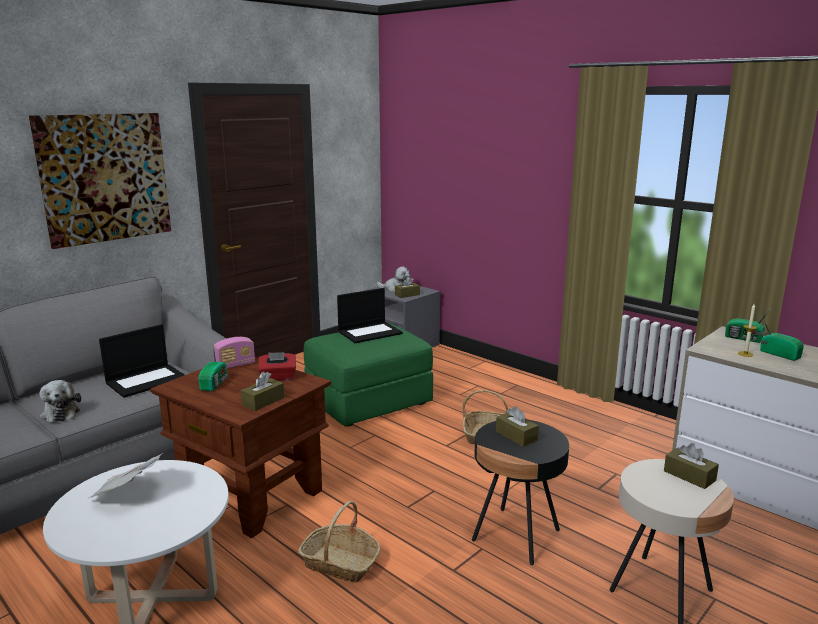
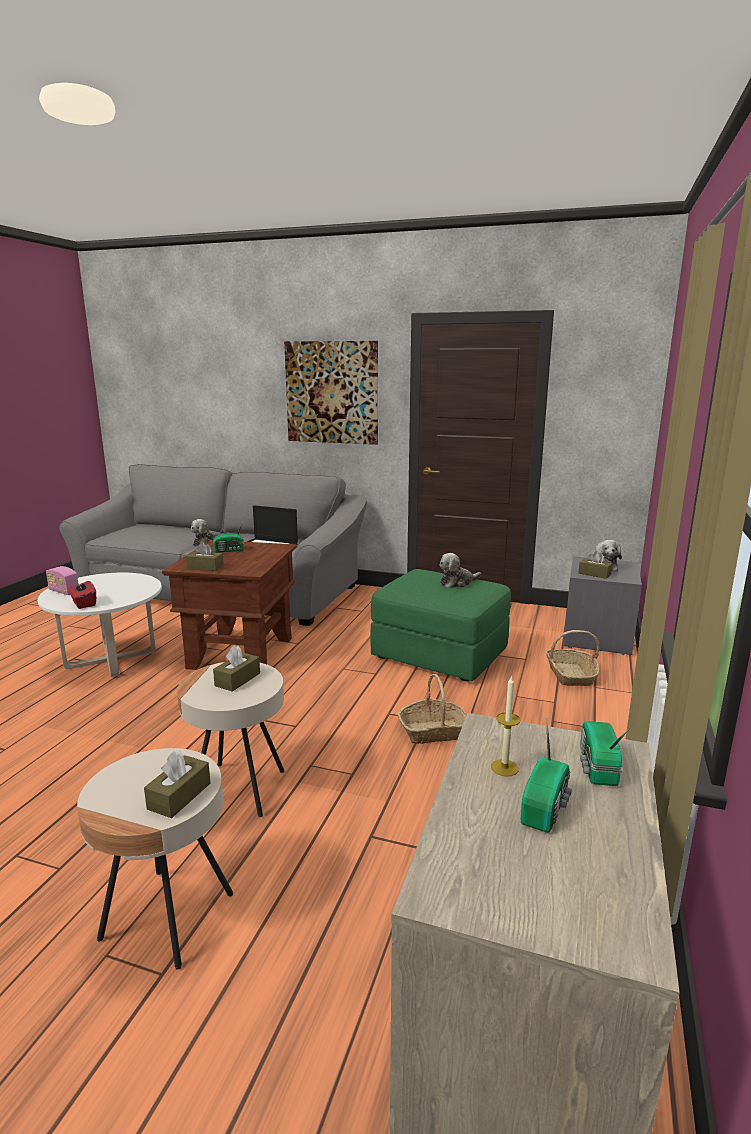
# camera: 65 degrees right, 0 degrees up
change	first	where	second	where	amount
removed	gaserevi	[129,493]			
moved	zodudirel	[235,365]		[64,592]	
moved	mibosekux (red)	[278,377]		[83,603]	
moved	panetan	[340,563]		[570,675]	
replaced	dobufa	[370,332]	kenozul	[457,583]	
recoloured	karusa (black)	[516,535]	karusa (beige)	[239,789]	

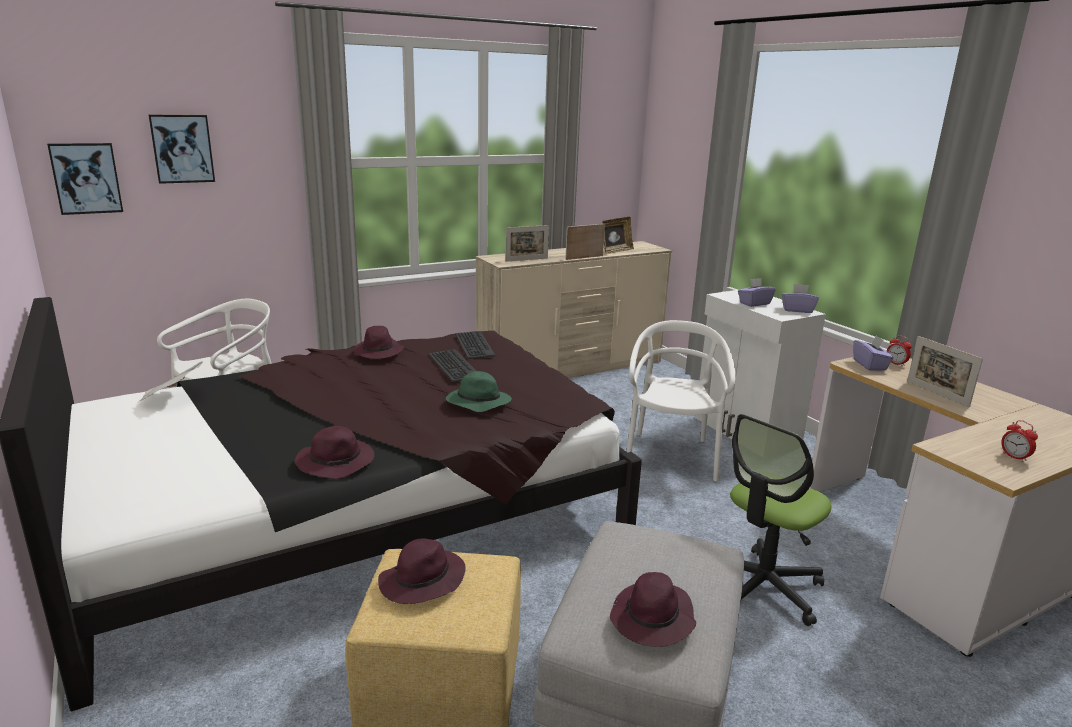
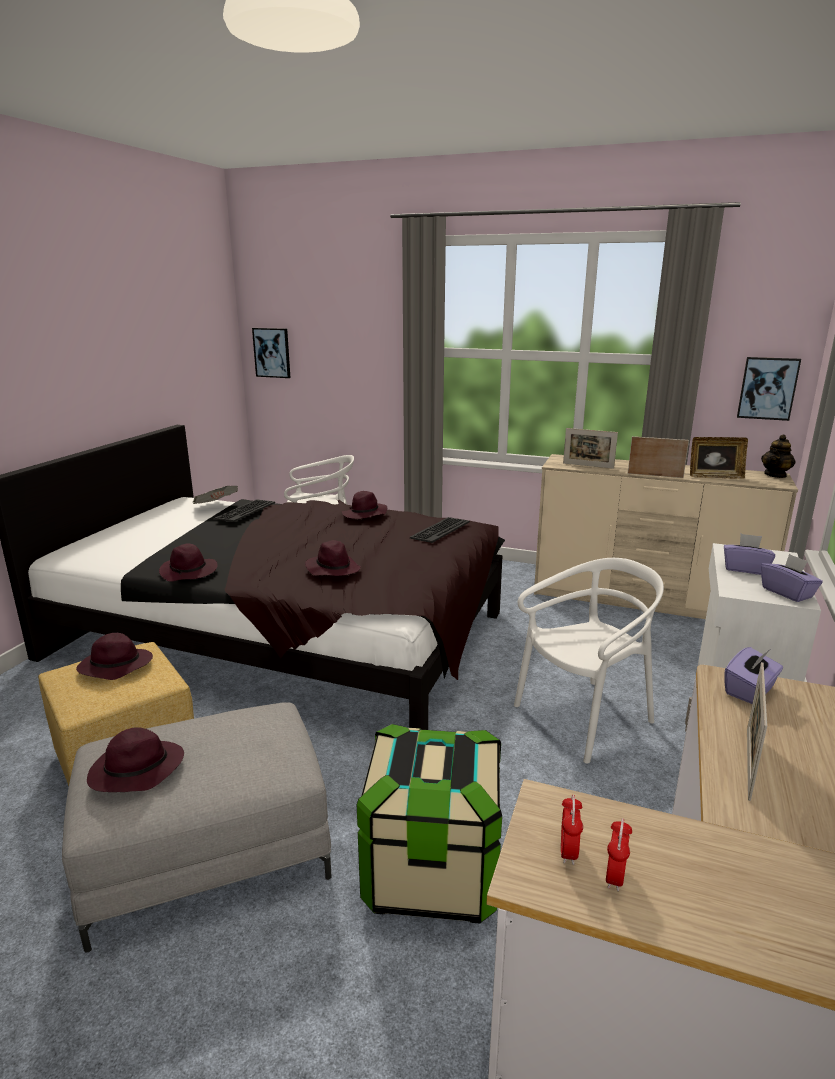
# camera: 50 degrees right, 0 degrees up
change	first	where	second	where	amount
added			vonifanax	[775,475]	
moved	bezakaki	[182,148]		[767,388]	
moved	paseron	[453,366]		[245,511]	
moved	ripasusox	[896,363]		[568,852]	
replaced	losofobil	[762,586]	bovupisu	[432,870]	
recoloured	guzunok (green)	[477,403]	guzunok (purple)	[332,569]	

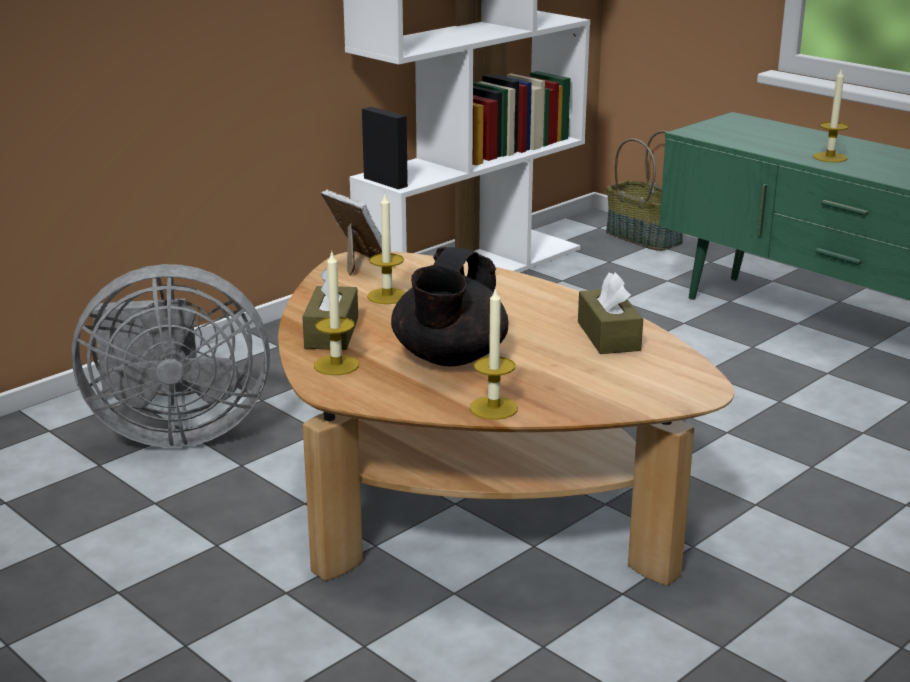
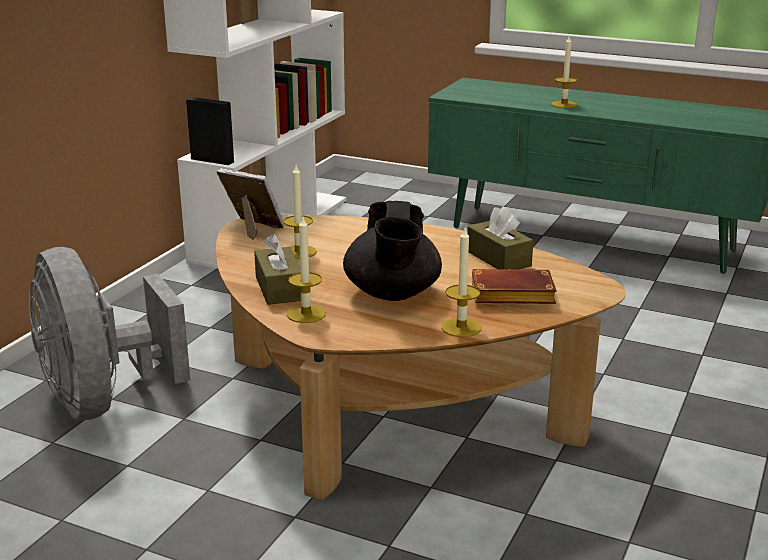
# camera: 20 degrees left, 0 degrees up
change	first	where	second	where	amount
removed	panetan	[642,237]			
added			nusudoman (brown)	[510,295]	
turned	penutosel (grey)	[174,431]		[103,400]	90 degrees clockwise

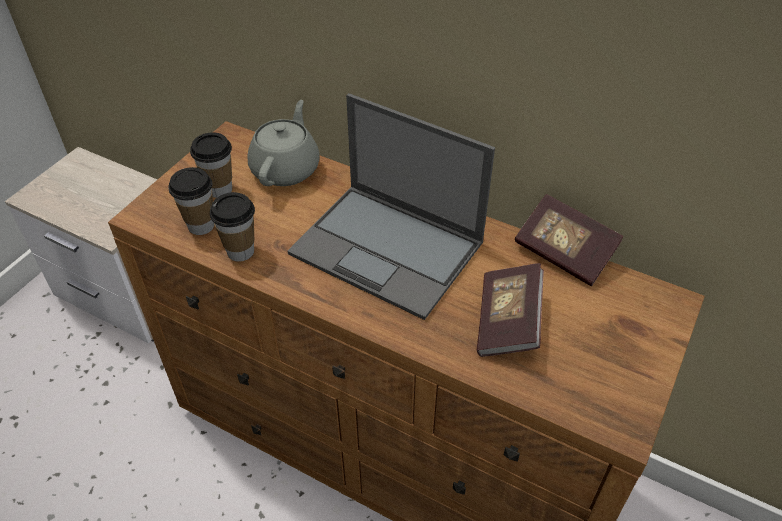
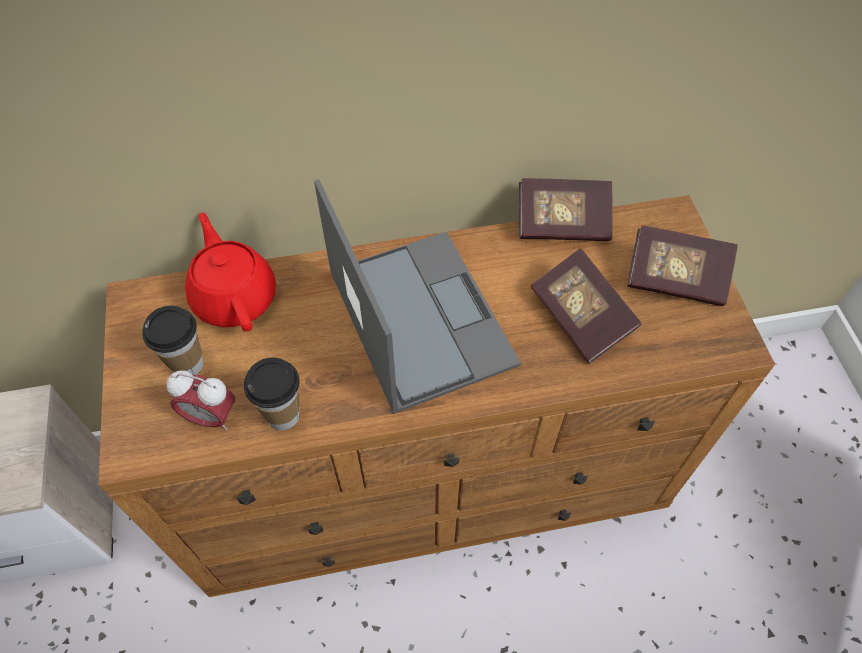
# camera: 40 degrees left, 10 degrees up
change	first	where	second	where	amount
added			nusudoman	[675,279]	
replaced	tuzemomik	[201,225]	ripasusox	[211,417]	
recoloured	vonifanax (grey)	[286,169]	vonifanax (red)	[235,297]	
turned	dobufa	[389,249]		[419,316]	105 degrees counterclockwise

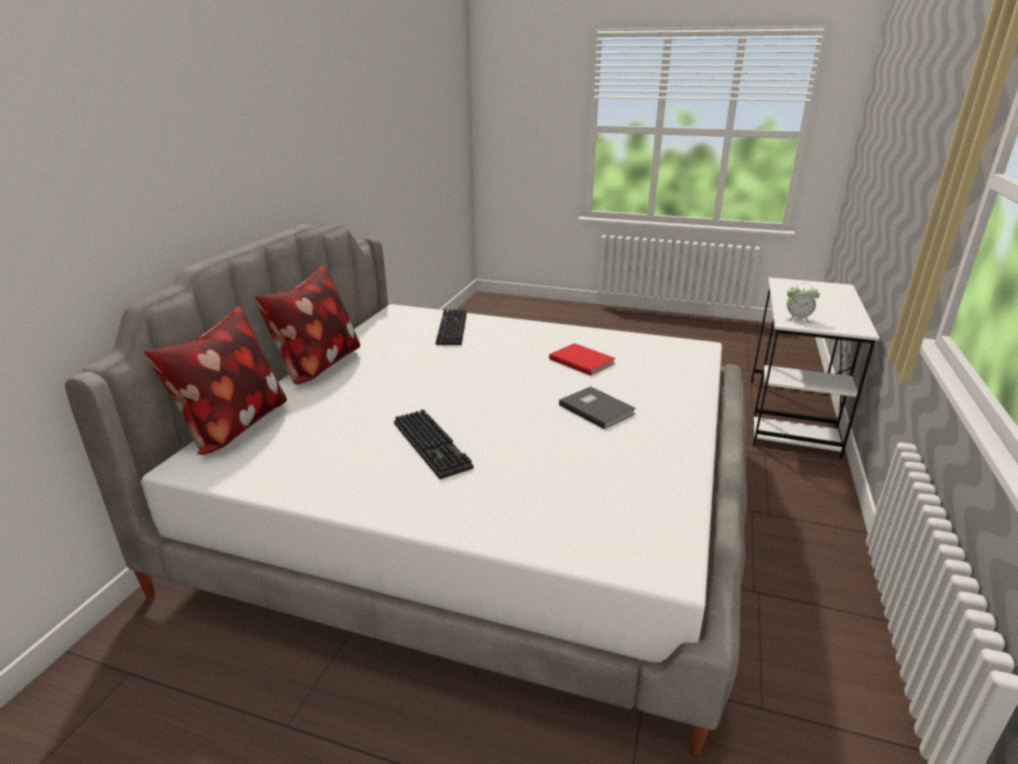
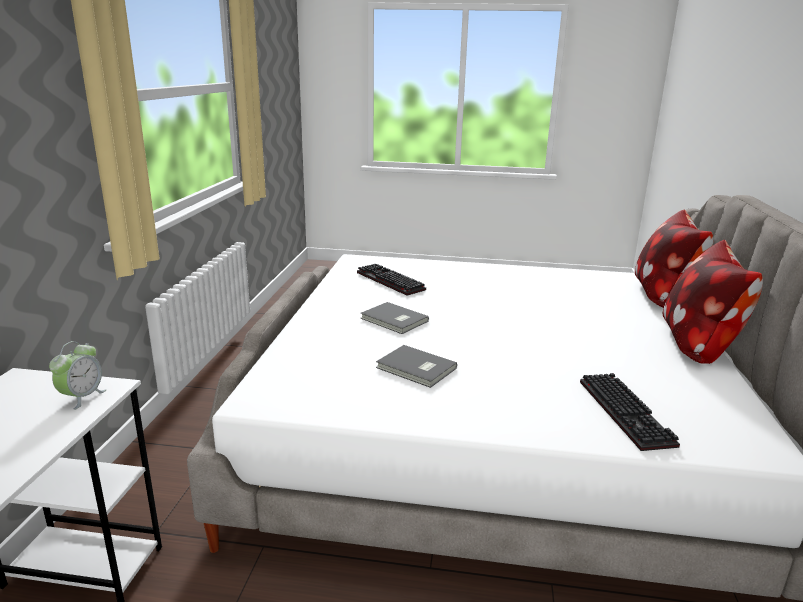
# camera: 170 degrees right, 5 degrees down
change	first	where	second	where	amount
moved	paseron	[434,445]		[388,281]	
recoloured	nusudoman (red)	[582,360]	nusudoman (grey)	[416,369]	
turned	ripasusox	[797,319]		[82,397]	105 degrees clockwise

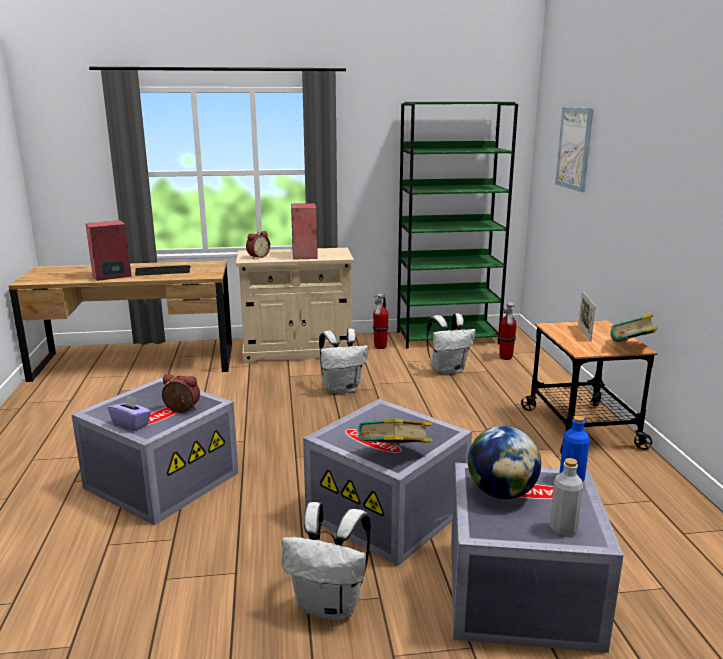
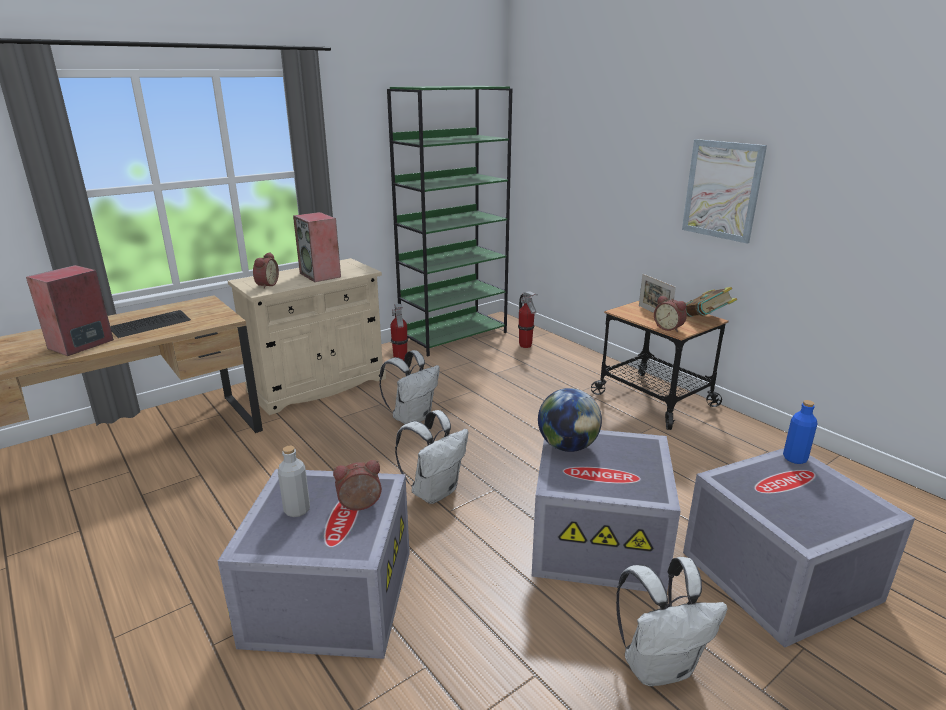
# camera: 30 degrees left, 5 degrees up
change	first	where	second	where	amount
removed	mibosekux (purple)	[131,424]			
removed	nusudoman	[394,455]			
added			ripasusox	[669,328]	
moved	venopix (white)	[447,370]		[434,491]	
moved	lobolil	[501,493]		[567,446]	
moved	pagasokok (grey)	[563,528]		[297,510]	
moved	bezakaki	[574,148]		[722,190]	

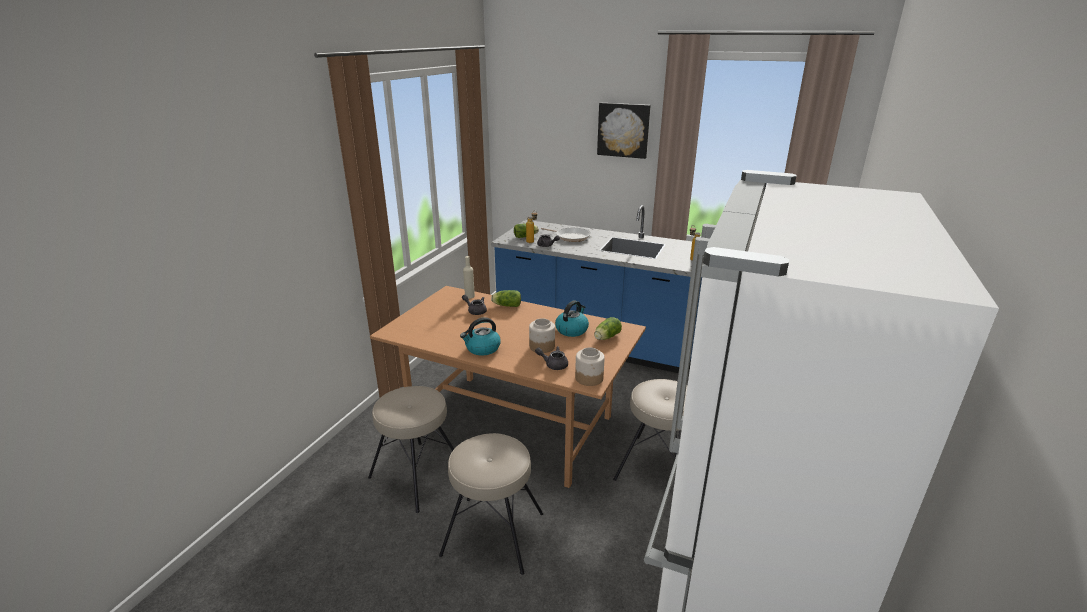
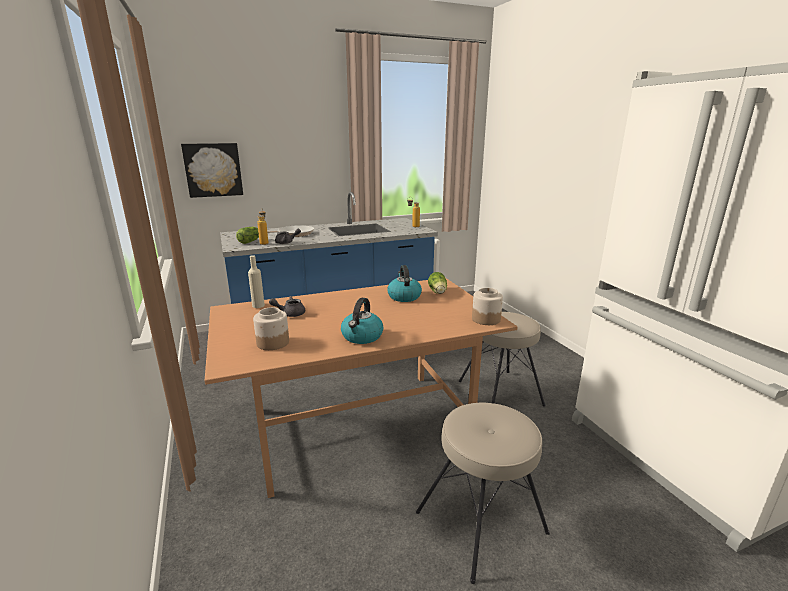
# camera: 45 degrees left, 5 degrees down
change	first	where	second	where	amount
removed	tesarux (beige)	[418,476]			
removed	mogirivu	[506,305]			
removed	vonifanax (grey)	[553,364]			
moved	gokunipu	[541,346]		[272,343]	
moved	bezakaki	[623,130]		[213,170]	

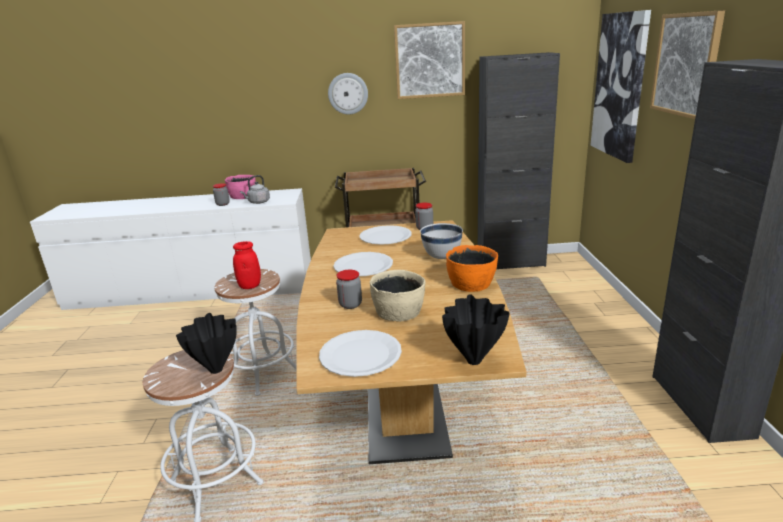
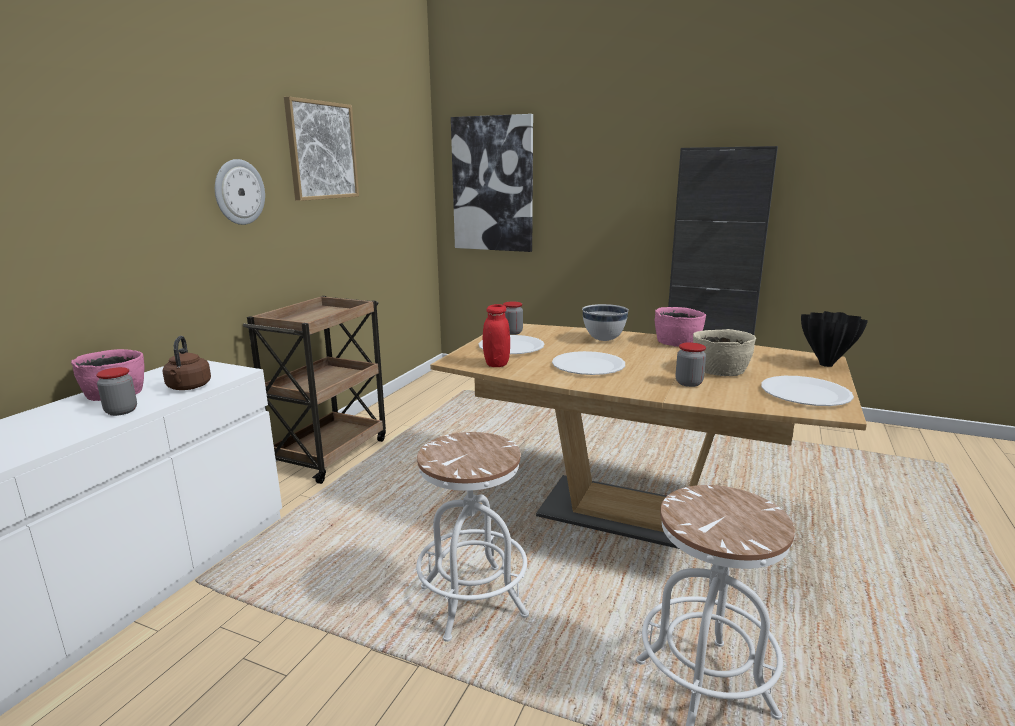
# camera: 65 degrees left, 5 degrees down
change	first	where	second	where	amount
removed	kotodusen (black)	[216,370]			
removed	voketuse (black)	[511,263]			
removed	bezakaki	[686,64]			
moved	gokunipu (red)	[250,286]		[496,364]	
recoloured	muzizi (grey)	[258,202]	muzizi (brown)	[188,387]	
recoloured	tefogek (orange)	[472,283]	tefogek (pink)	[677,342]	

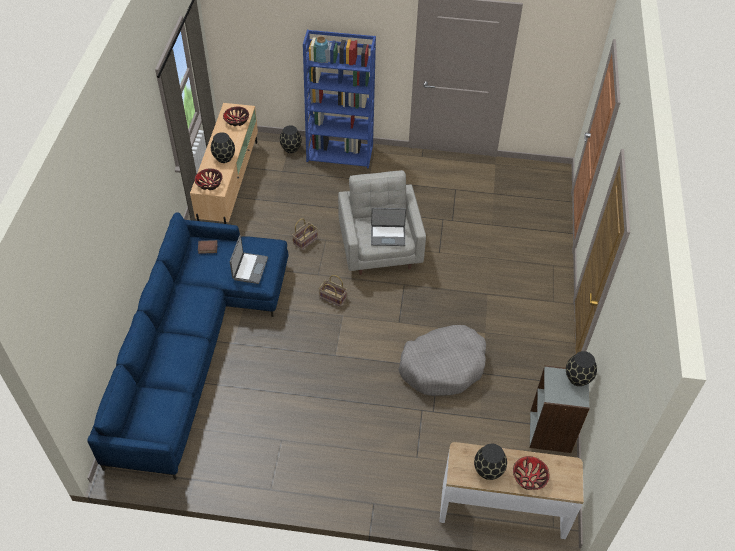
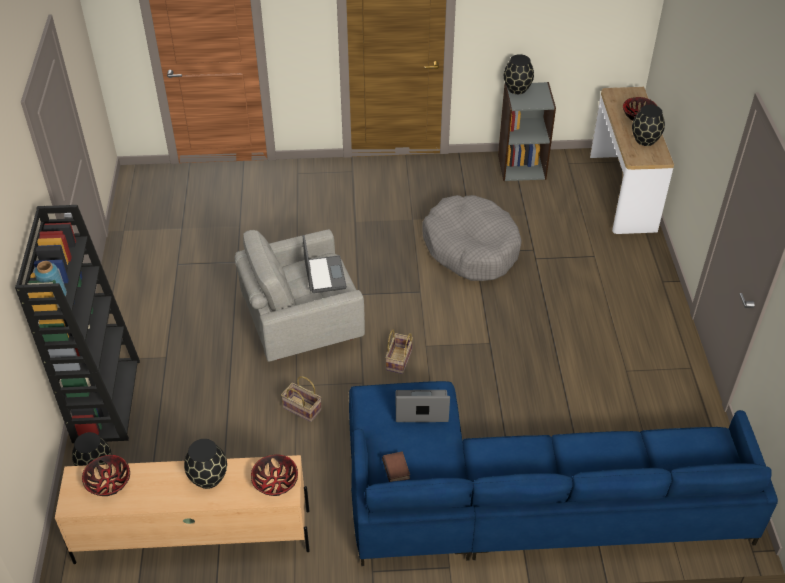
# camera: 100 degrees left, 5 degrees down
change	first	where	second	where	amount
recoloured	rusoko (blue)	[340,153]	rusoko (black)	[106,399]	

